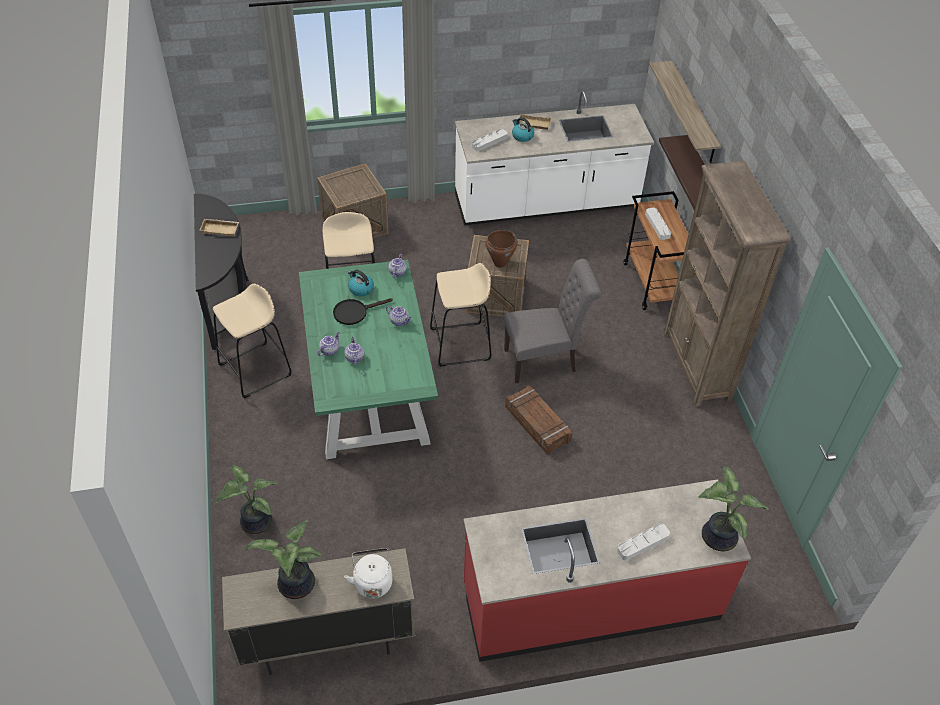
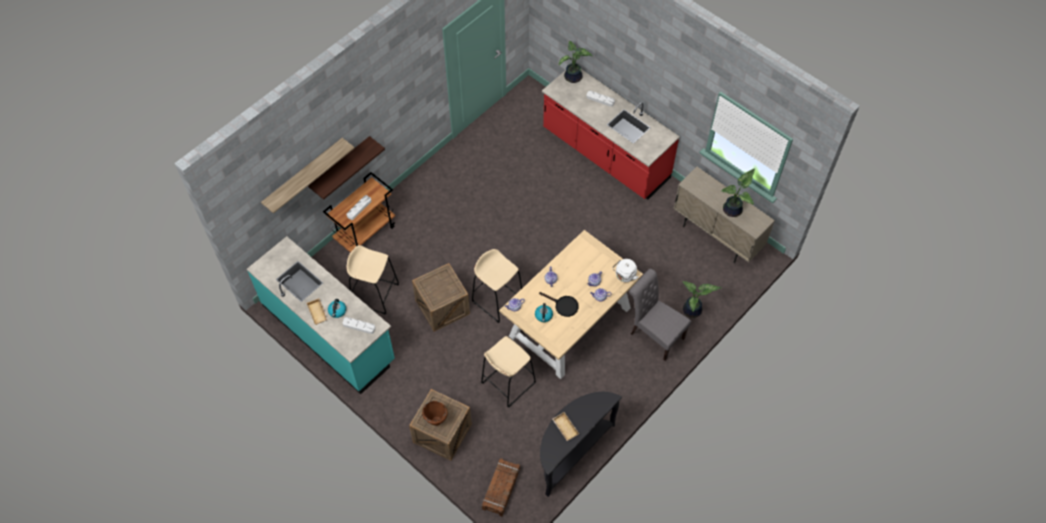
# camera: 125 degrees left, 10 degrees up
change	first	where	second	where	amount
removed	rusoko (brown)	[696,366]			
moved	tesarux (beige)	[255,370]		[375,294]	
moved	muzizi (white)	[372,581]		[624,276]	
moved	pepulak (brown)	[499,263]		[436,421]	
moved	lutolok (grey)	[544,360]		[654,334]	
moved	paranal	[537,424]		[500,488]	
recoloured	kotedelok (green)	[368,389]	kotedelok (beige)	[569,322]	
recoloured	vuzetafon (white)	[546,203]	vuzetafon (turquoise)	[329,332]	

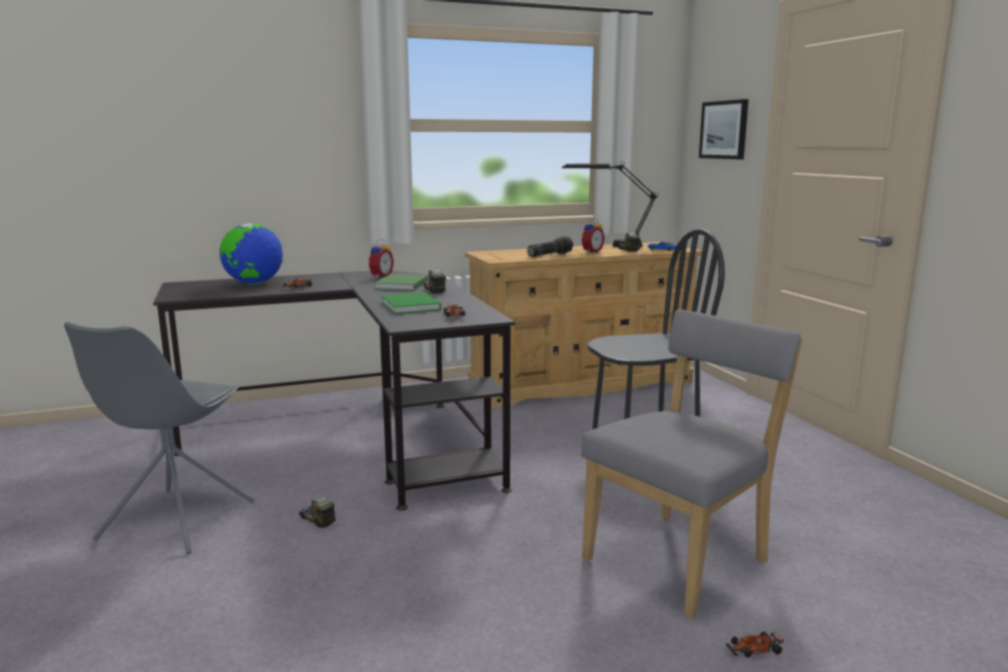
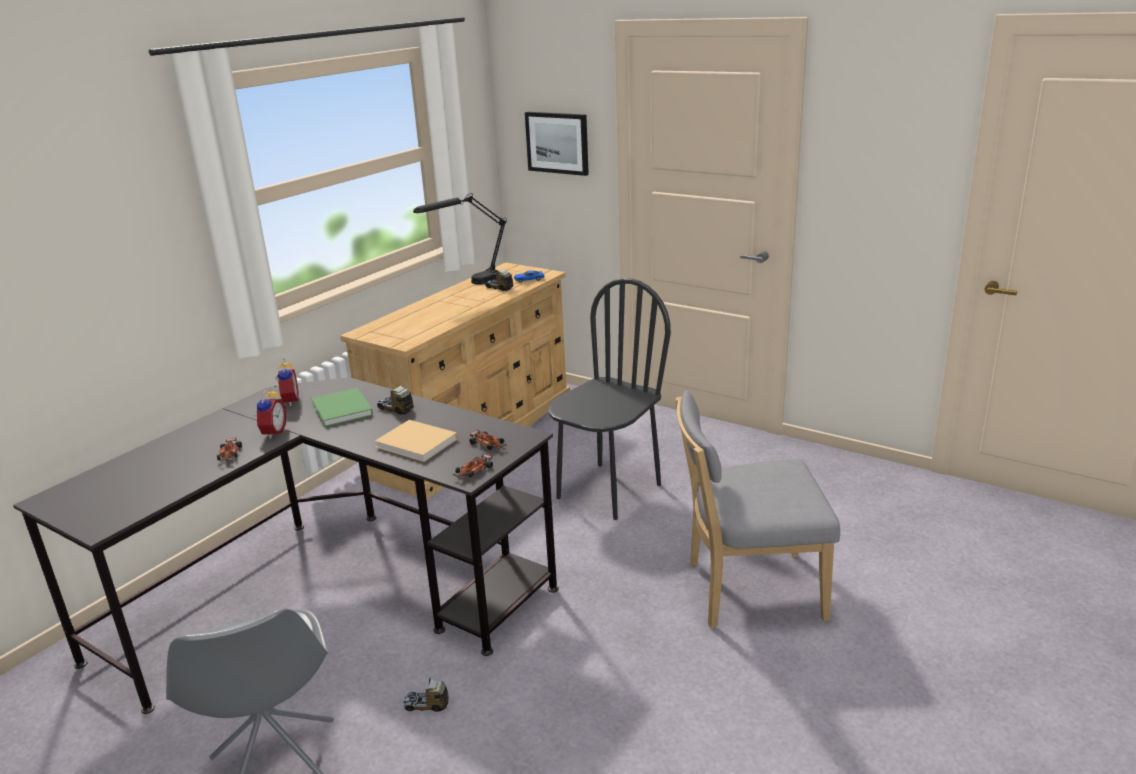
# camera: 35 degrees left, 10 degrees up
change	first	where	second	where	amount
removed	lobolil	[254,283]			
removed	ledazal	[549,255]			
moved	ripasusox	[591,252]		[272,433]	
moved	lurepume	[753,650]		[473,471]	
recoloured	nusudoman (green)	[411,306]	nusudoman (beige)	[418,444]	
turned	lutolok (grey)	[681,558]		[747,590]	105 degrees counterclockwise

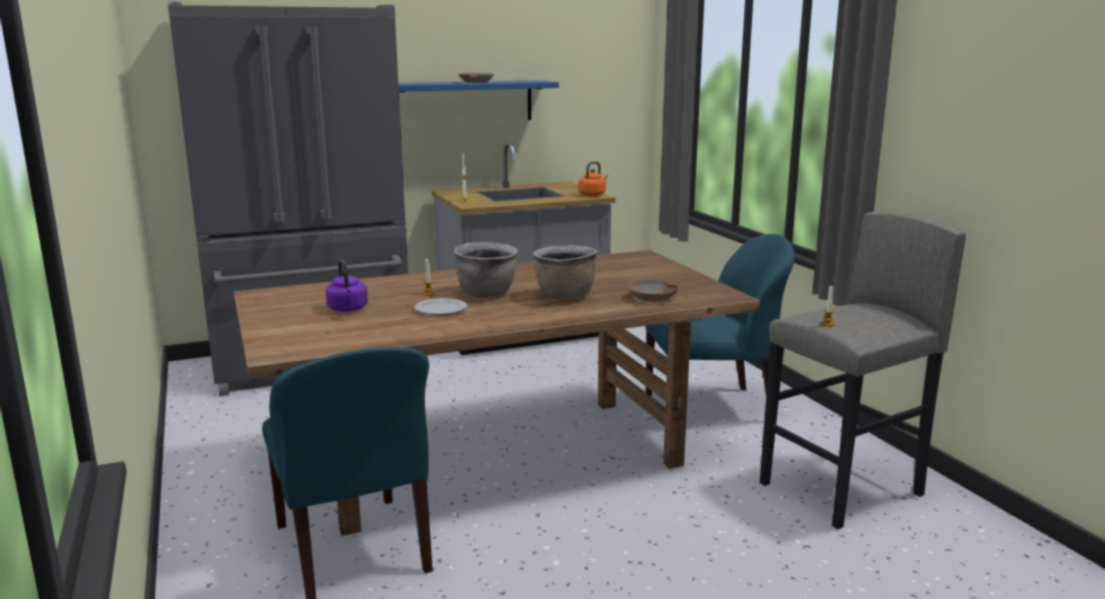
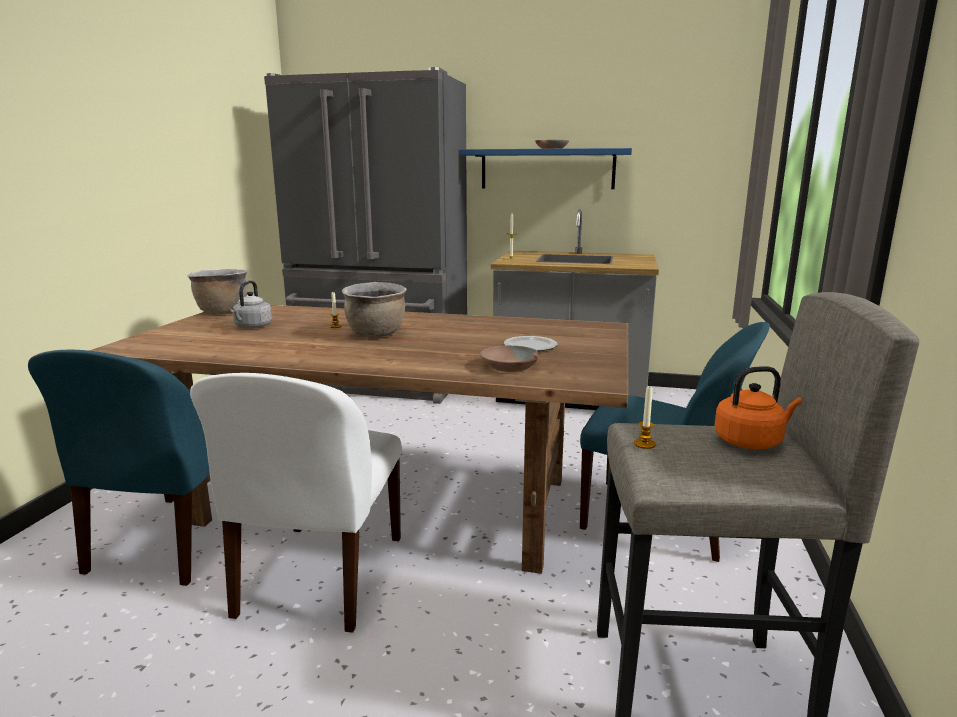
# camera: 35 degrees right, 0 degrees up
change	first	where	second	where	amount
added			lutolok (white)	[320,577]	
moved	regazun	[441,309]		[530,346]	
moved	pepulak (brown)	[565,296]		[222,312]	
moved	muzizi (orange)	[593,194]		[751,441]	
recoloured	muzizi (purple)	[348,309]	muzizi (grey)	[252,327]	

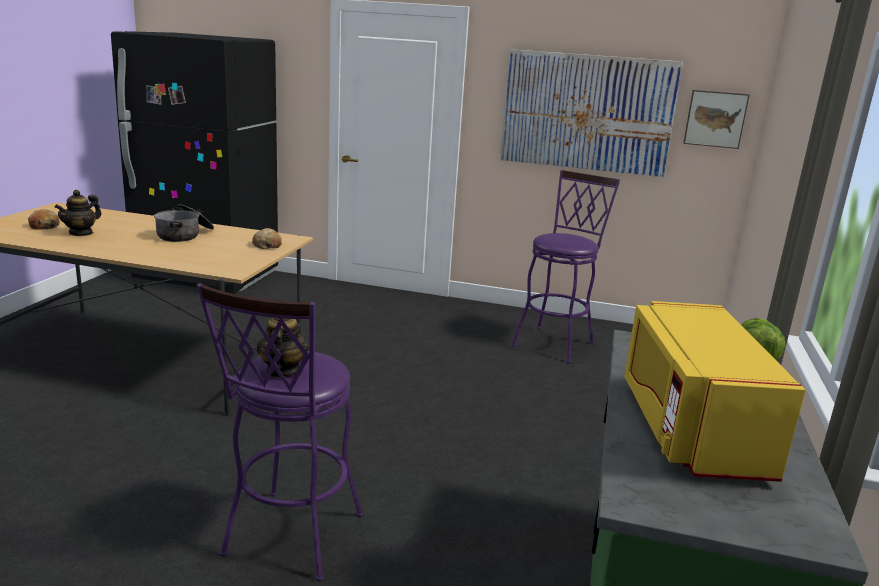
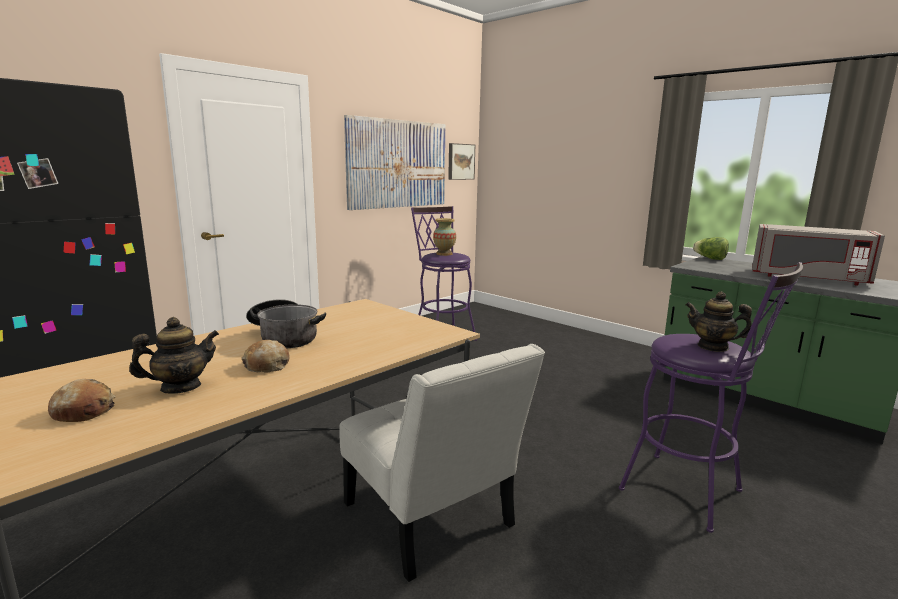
# camera: 60 degrees left, 5 degrees down
change	first	where	second	where	amount
added			lutolok (white)	[432,521]	
added			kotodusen	[444,254]	
moved	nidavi	[267,245]		[266,365]	
recoloured	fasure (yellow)	[690,428]	fasure (grey)	[807,278]	
turned	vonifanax	[81,233]		[180,387]	90 degrees counterclockwise

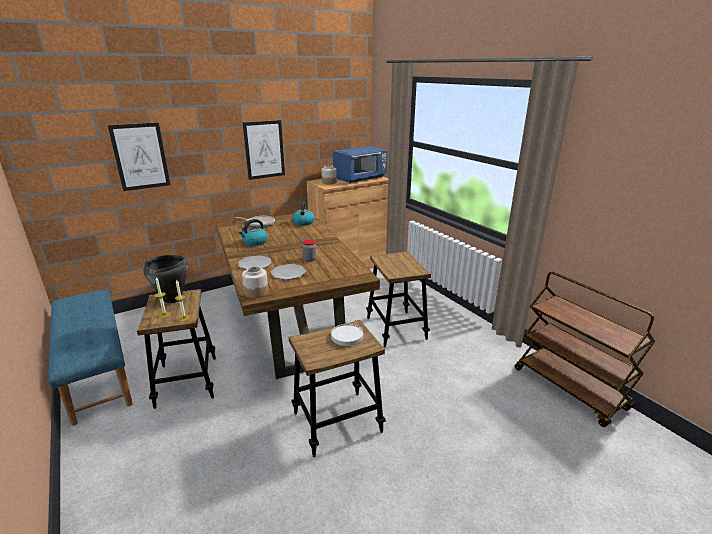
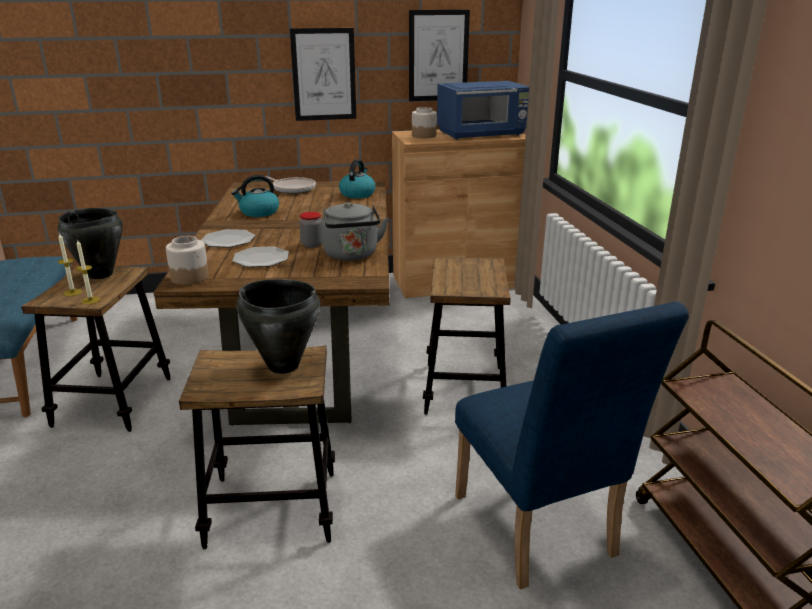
# camera: 20 degrees right, 0 degrees up
change	first	where	second	where	amount
added			muzizi (grey)	[352,255]	
added			lutolok (blue)	[538,533]	
moved	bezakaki	[140,156]		[438,56]	
replaced	regazun (white)	[346,336]	pepulak (black)	[283,365]	

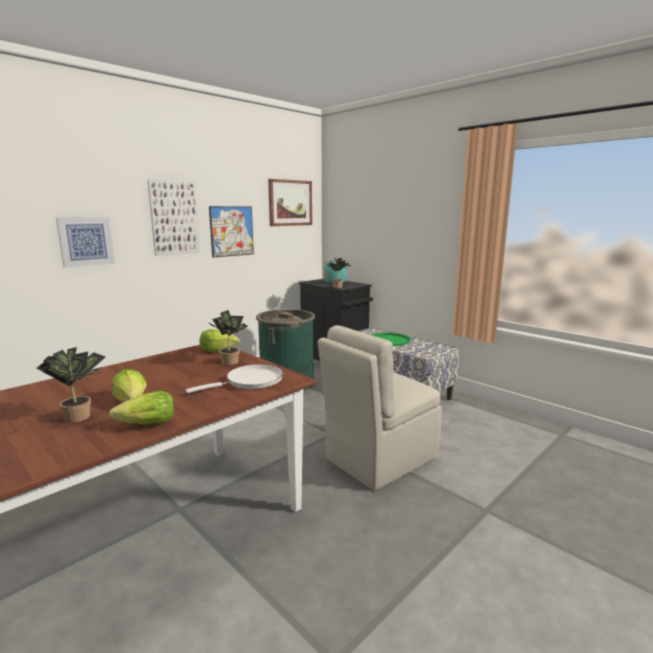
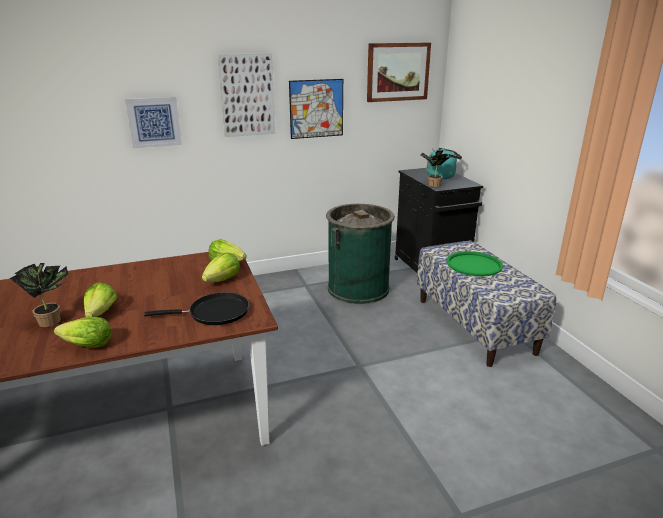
# camera: 25 degrees right, 10 degrees up
change	first	where	second	where	amount
removed	lutolok (beige)	[379,459]			
replaced	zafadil	[229,361]	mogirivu	[223,280]	
recoloured	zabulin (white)	[250,381]	zabulin (black)	[214,313]	

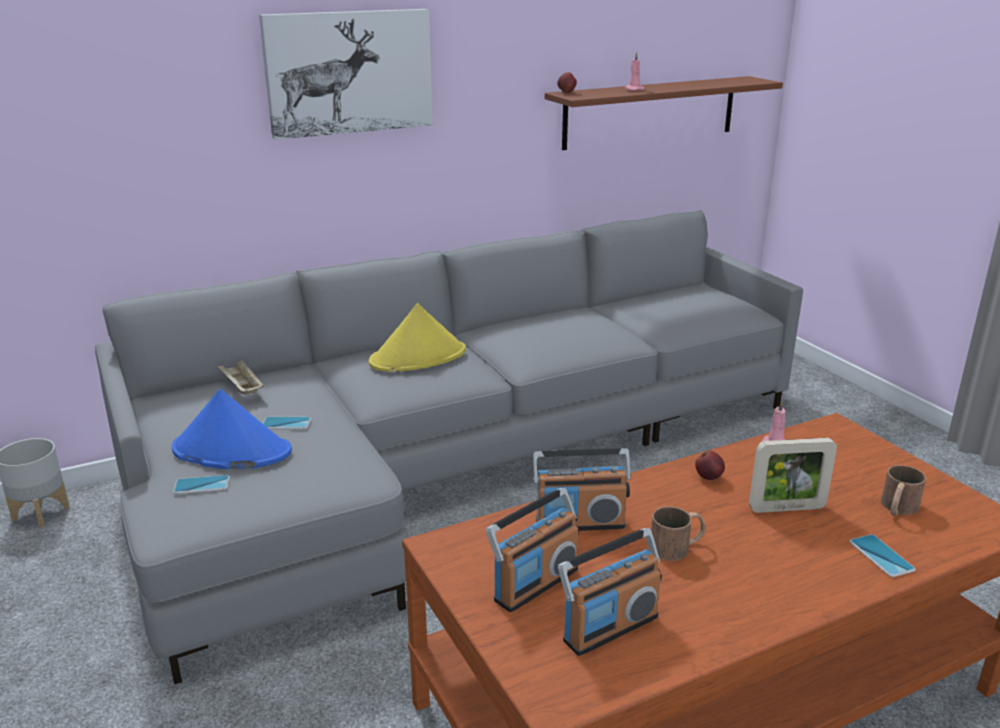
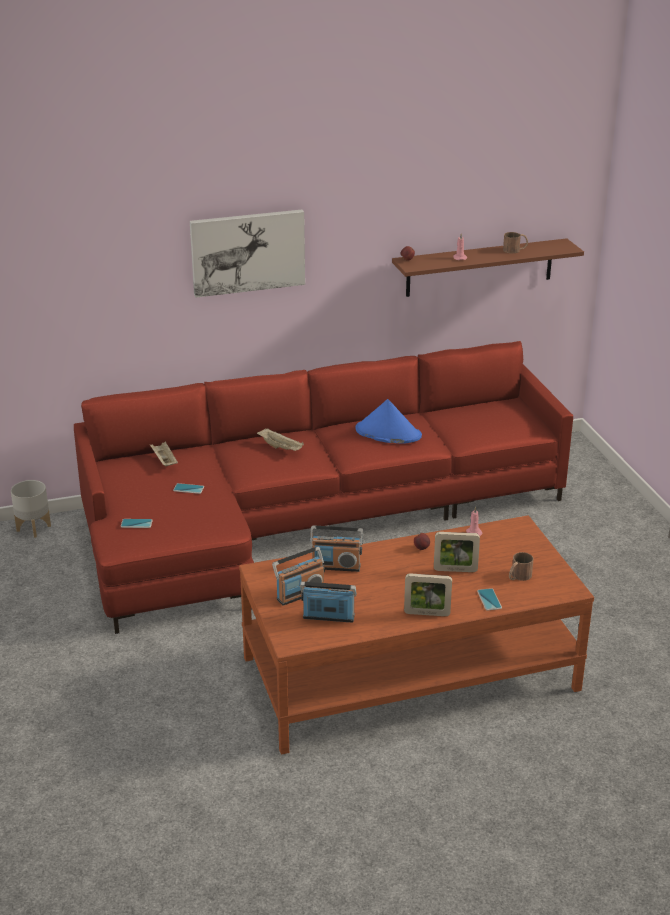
# camera: 10 degrees right, 5 degrees up
change	first	where	second	where	amount
added			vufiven	[427,613]	
moved	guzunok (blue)	[231,450]		[388,433]	
moved	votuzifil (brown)	[677,547]		[515,250]	
replaced	guzunok (yellow)	[418,357]	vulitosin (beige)	[281,448]	
recoloured	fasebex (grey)	[453,463]	fasebex (red)	[304,520]	
turned	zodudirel	[610,628]		[328,617]	150 degrees counterclockwise

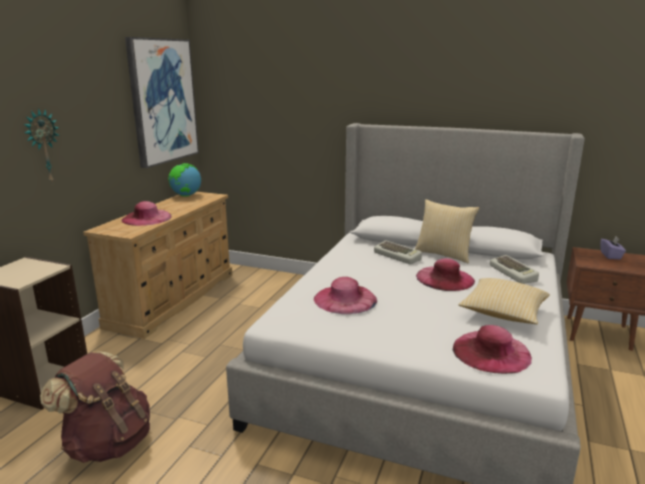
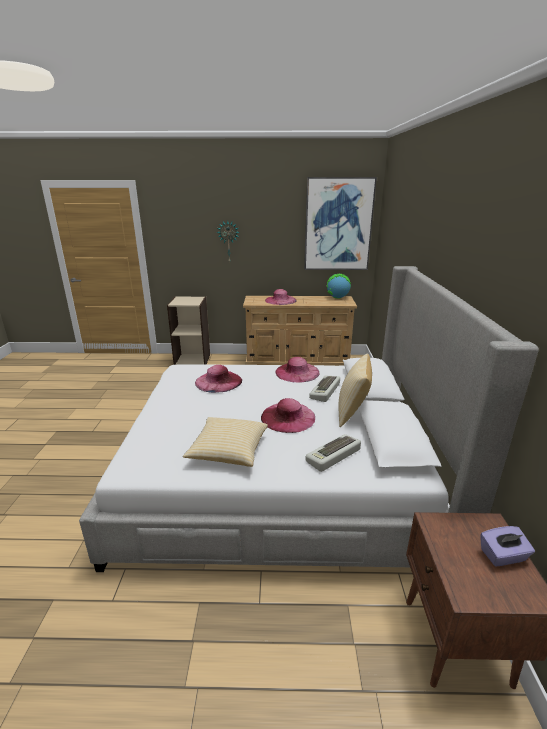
# camera: 70 degrees right, 5 degrees up
change	first	where	second	where	amount
removed	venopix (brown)	[108,443]			
moved	guzunok (pink)	[491,352]		[297,372]	

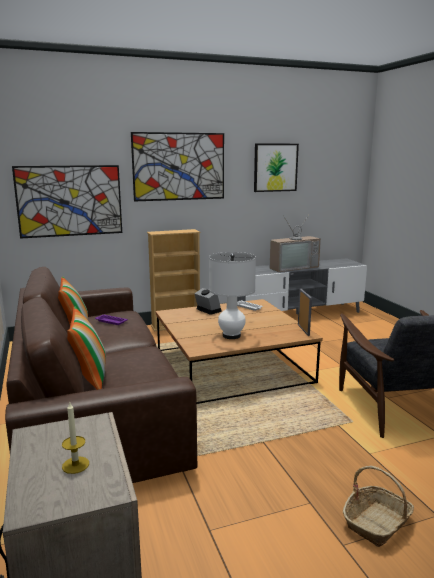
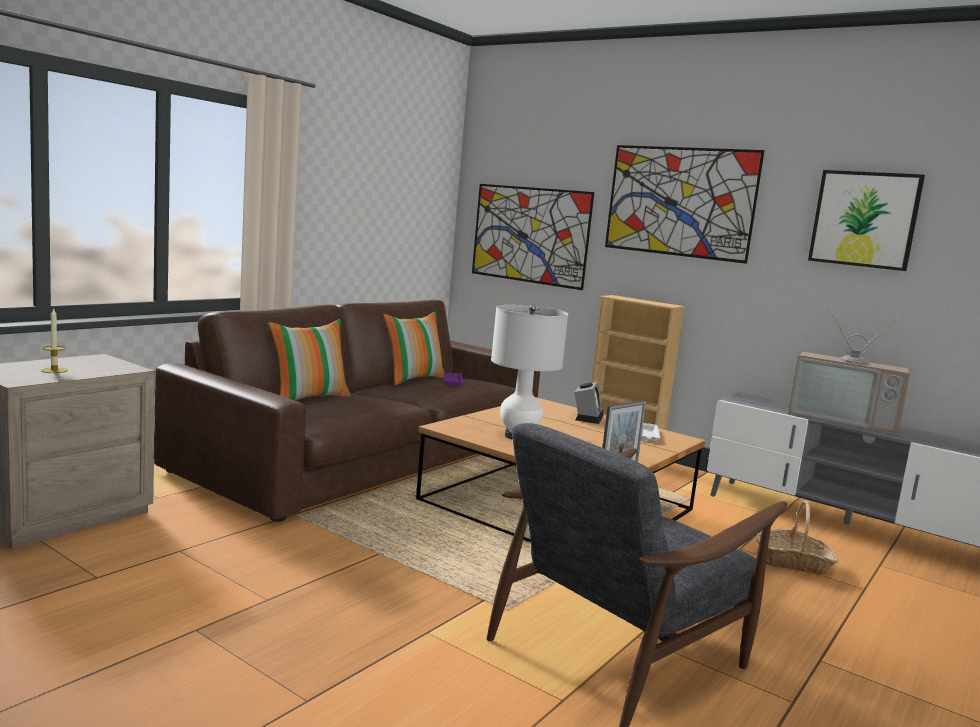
# camera: 55 degrees right, 5 degrees down
change	first	where	second	where	amount
moved	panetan	[377,523]		[793,562]	

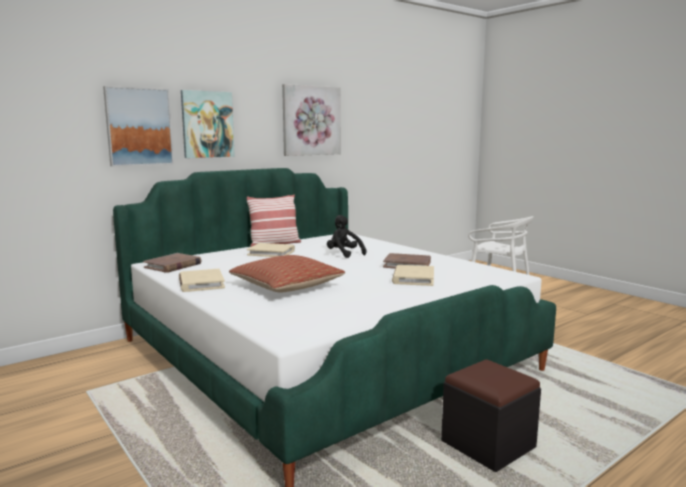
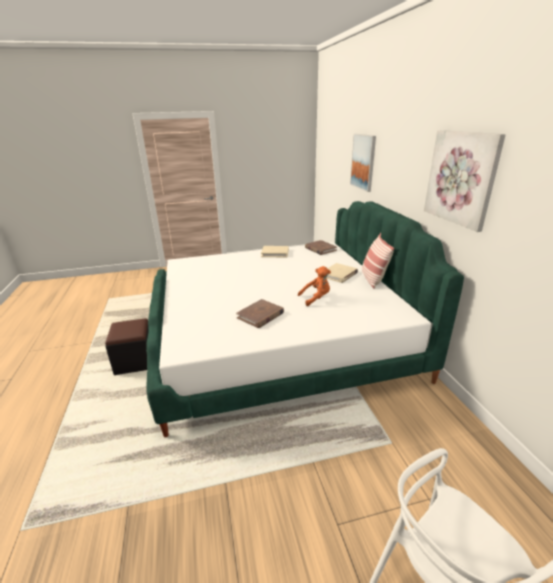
# camera: 115 degrees right, 15 degrees up
change	first	where	second	where	amount
removed	bezakaki	[207,124]			
removed	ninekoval	[286,286]			
removed	nusudoman (beige)	[413,278]			
recoloured	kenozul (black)	[344,254]	kenozul (orange)	[316,298]	

